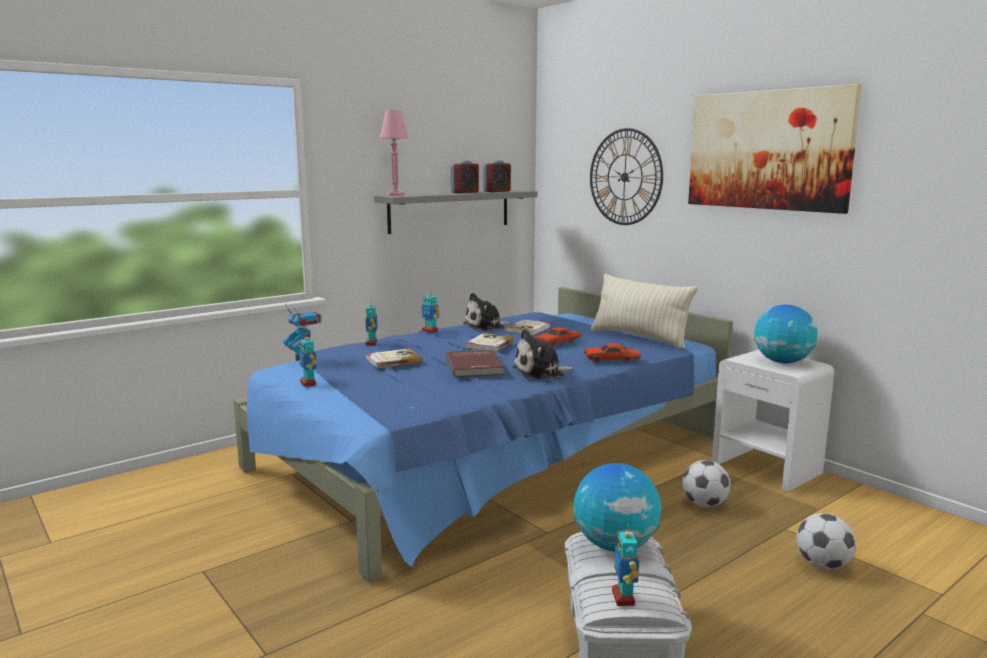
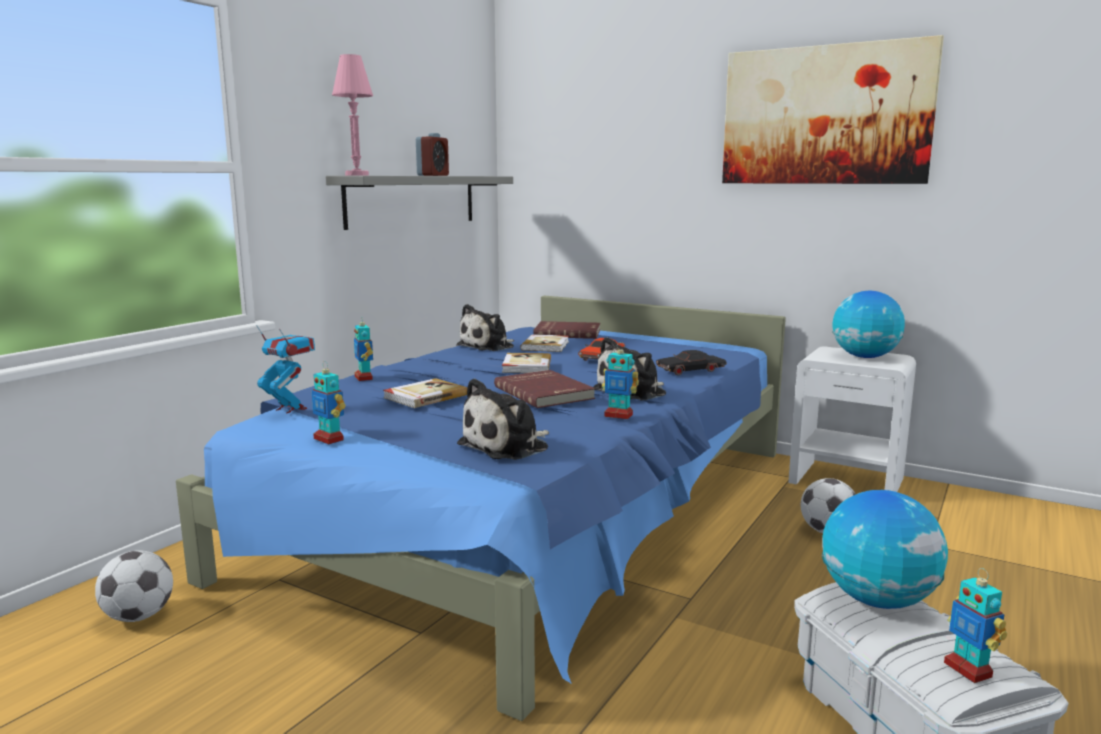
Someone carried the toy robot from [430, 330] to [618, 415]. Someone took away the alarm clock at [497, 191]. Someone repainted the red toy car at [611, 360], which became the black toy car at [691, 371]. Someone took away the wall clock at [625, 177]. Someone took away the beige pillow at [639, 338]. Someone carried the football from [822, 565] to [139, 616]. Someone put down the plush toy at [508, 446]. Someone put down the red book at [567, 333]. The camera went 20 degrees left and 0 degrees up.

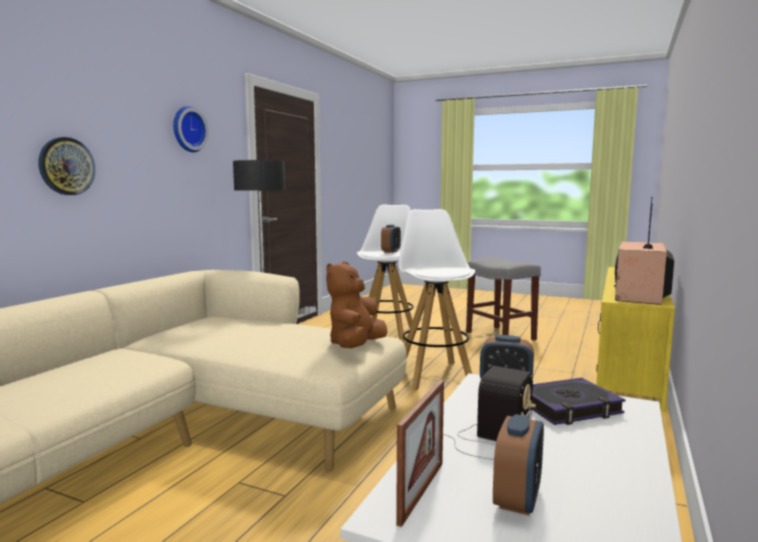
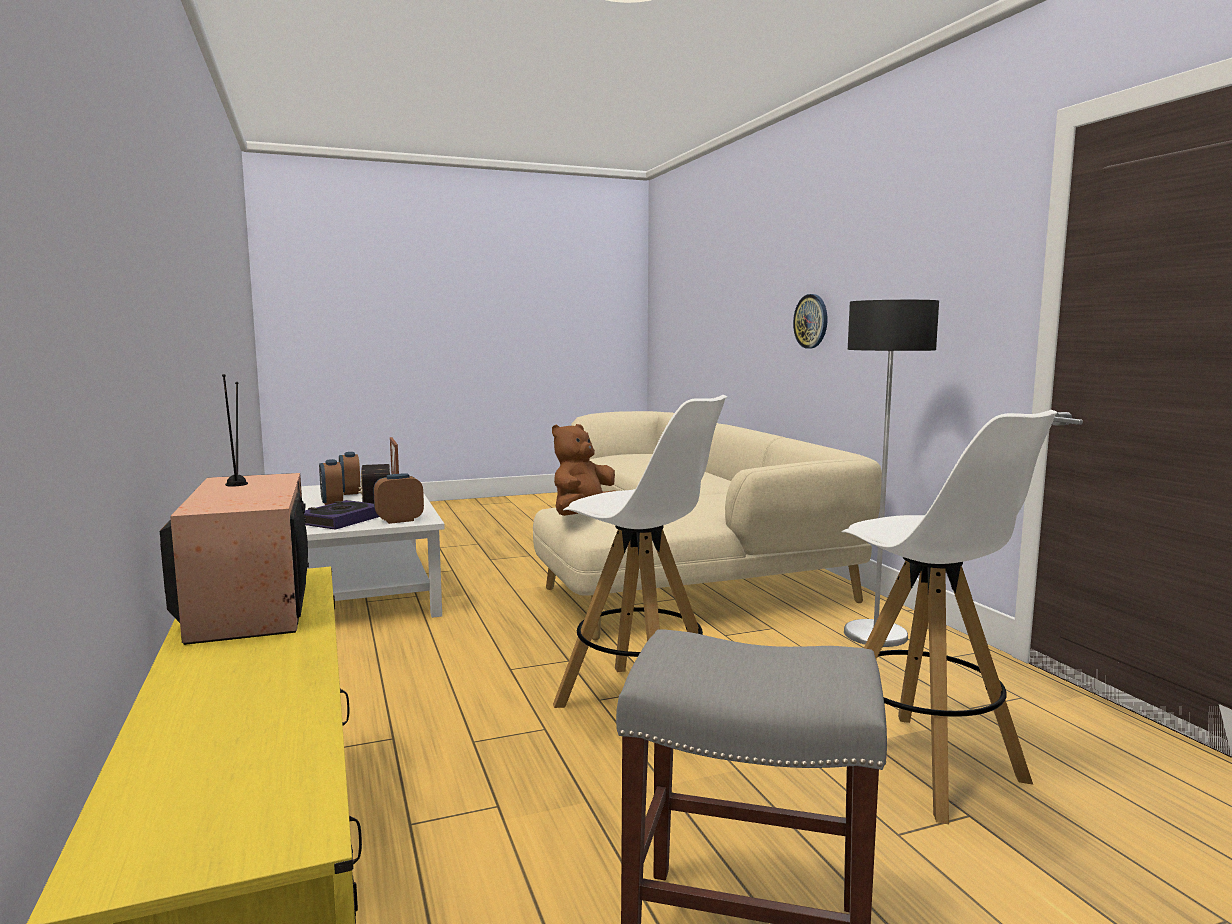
Someone took away the wall clock at [187, 129]. Someone rotated the brown plush toy at [355, 346] by 120 degrees counterclockwise. Someone carried the alarm clock from [391, 251] to [332, 502]. The camera went 135 degrees right and 0 degrees up.

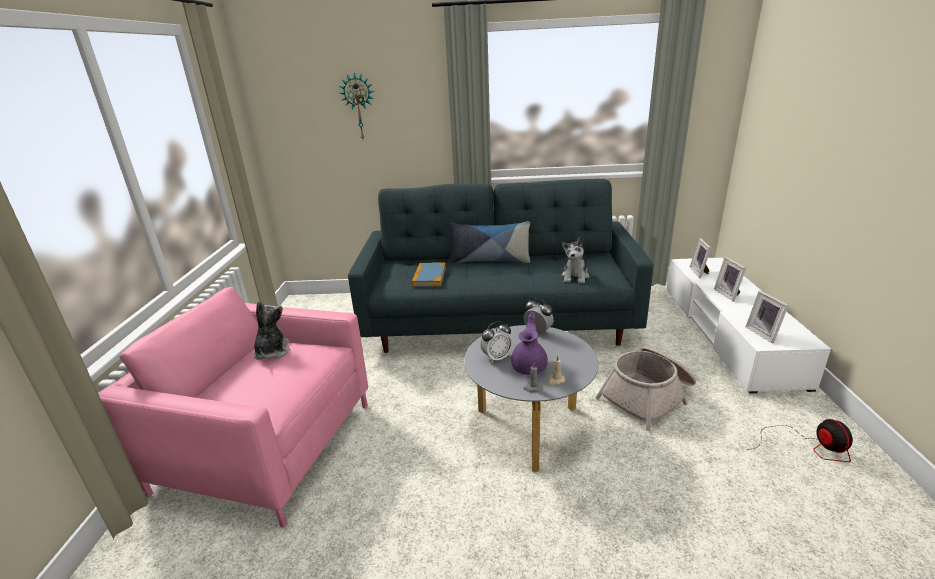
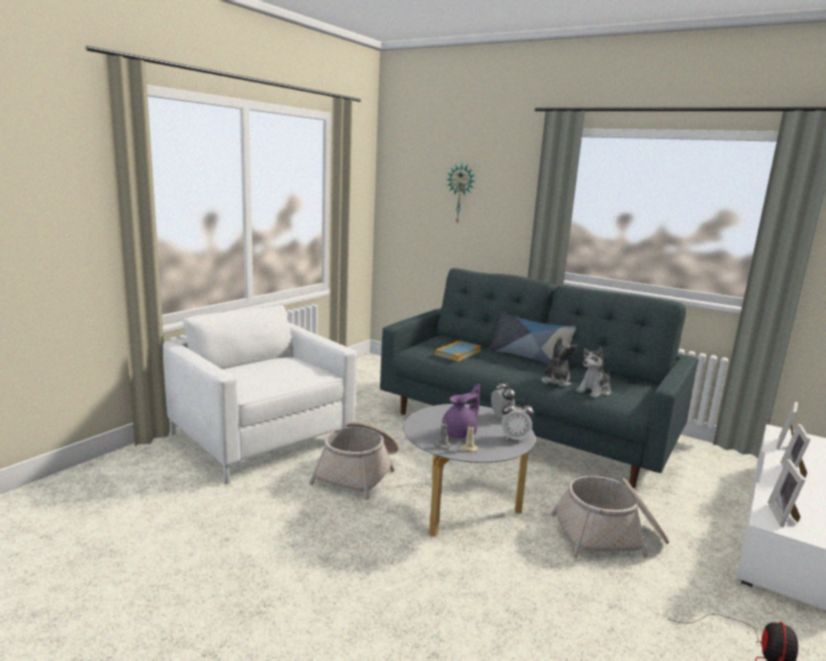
Someone repainted the pink armchair at [268, 446], which became the white armchair at [261, 438]. Someone carried the plush toy from [272, 352] to [555, 382]. Someone carried the alarm clock from [496, 358] to [514, 438]. Someone put down the basket at [359, 472]. The camera went 30 degrees right and 10 degrees down.

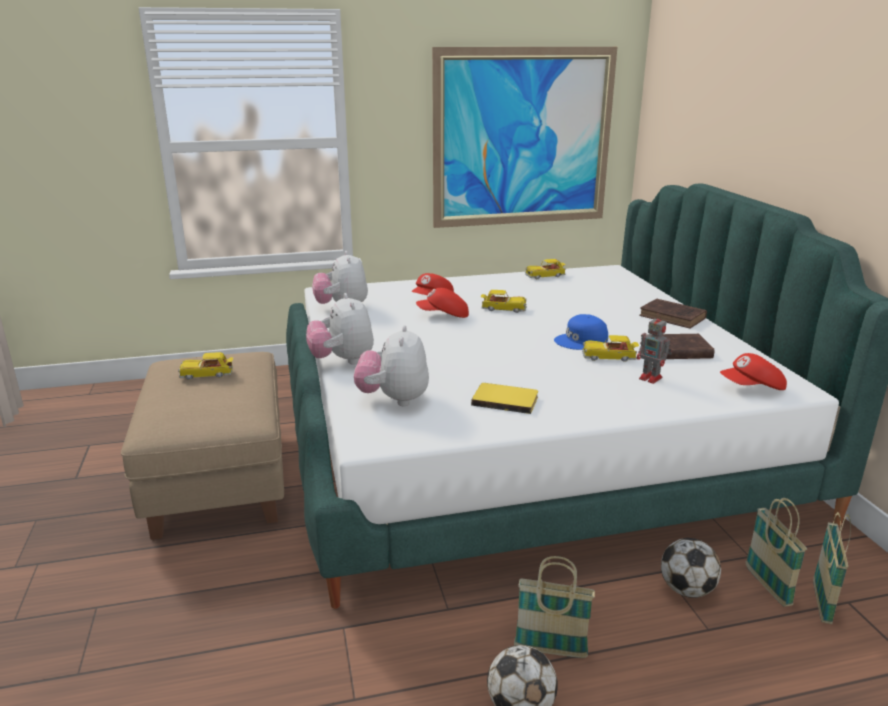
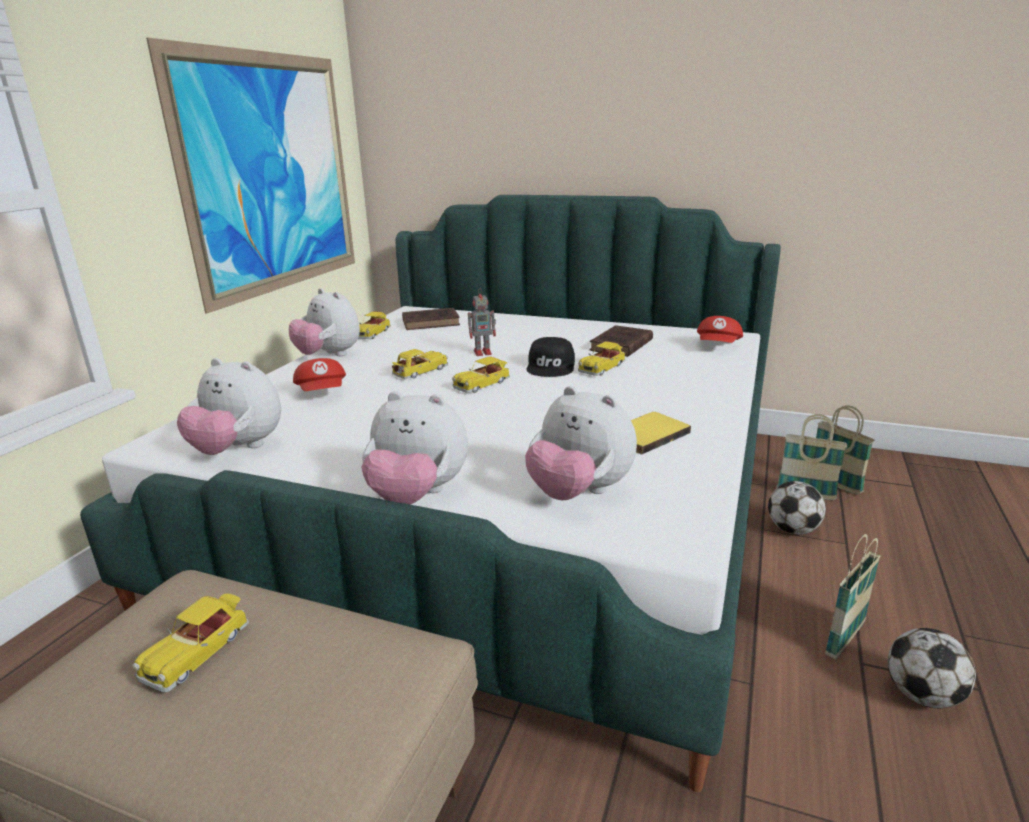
Someone took away the red cap at [443, 316]. Someone repainted the blue cap at [581, 340], which became the black cap at [551, 366]. Someone carried the toy robot from [651, 378] to [483, 352]. Someone carried the brown book from [674, 317] to [432, 322]. Someone put down the plush toy at [329, 355]. Someone put down the toy car at [482, 384]. The camera went 55 degrees left and 0 degrees up.

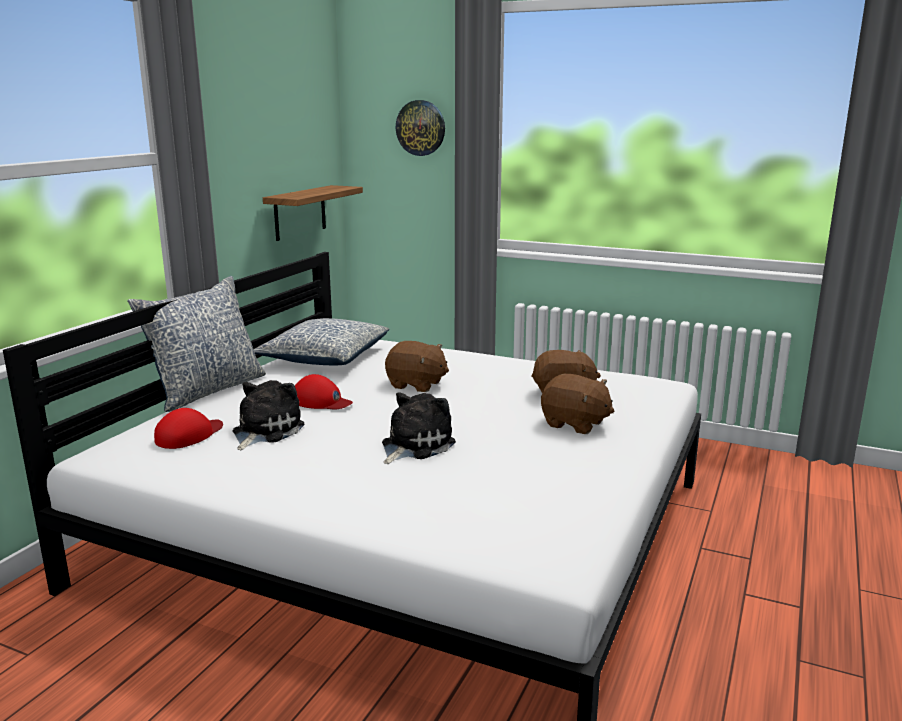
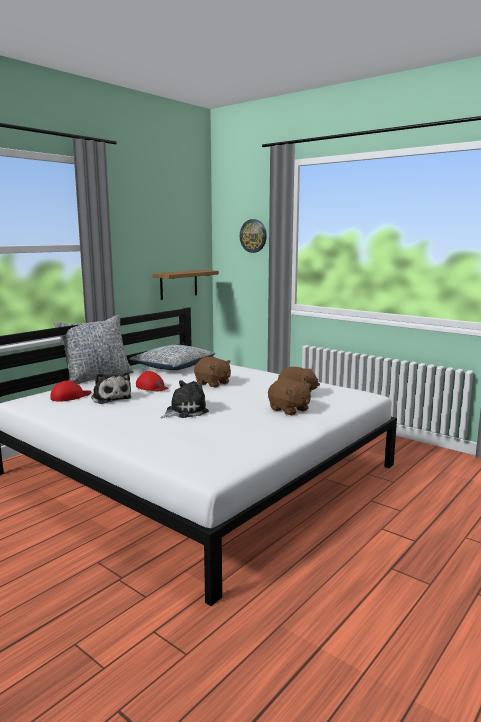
Someone rotated the plush toy at [265, 431] by 105 degrees clockwise. The camera went 15 degrees right and 5 degrees down.

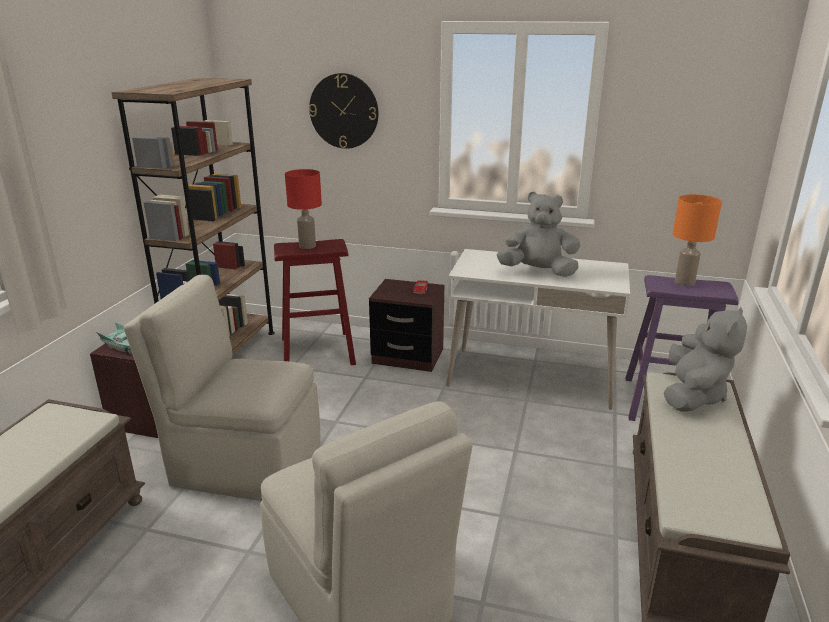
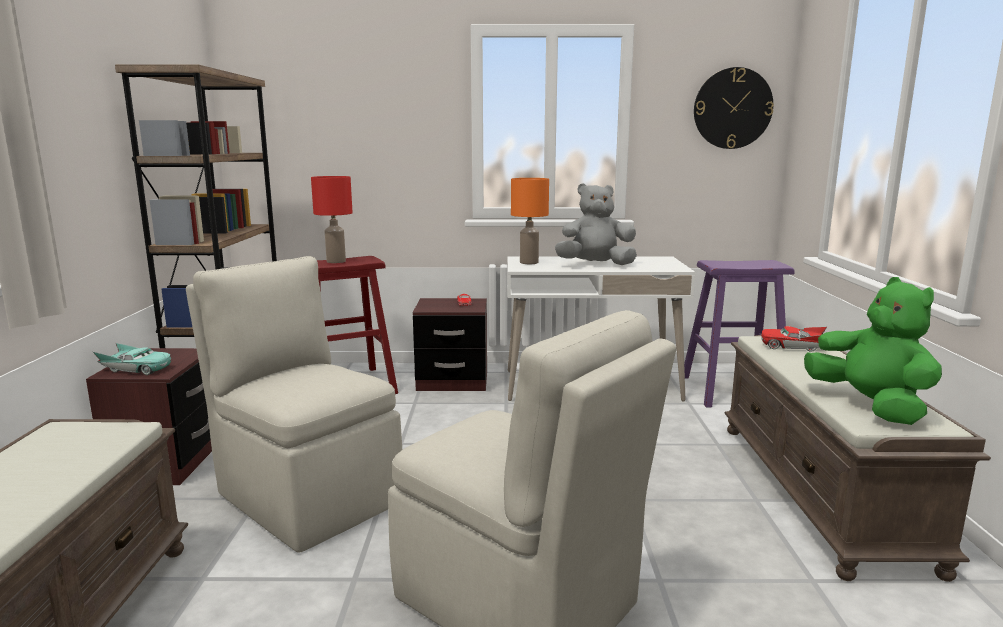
Someone rotated the beige chair at [244, 464] by 45 degrees clockwise. Someone carried the wall clock from [344, 111] to [732, 108]. Someone swapped the grey plush toy at [693, 395] for the red toy car at [794, 347]. Someone carried the orange table lamp from [684, 282] to [528, 262]. Someone put down the green plush toy at [870, 406]. The camera went 15 degrees left and 10 degrees down.

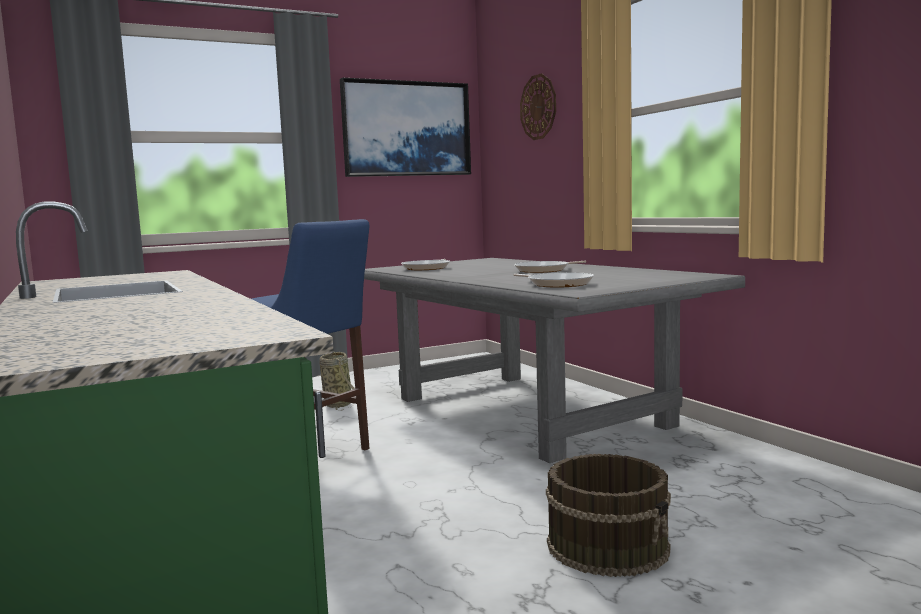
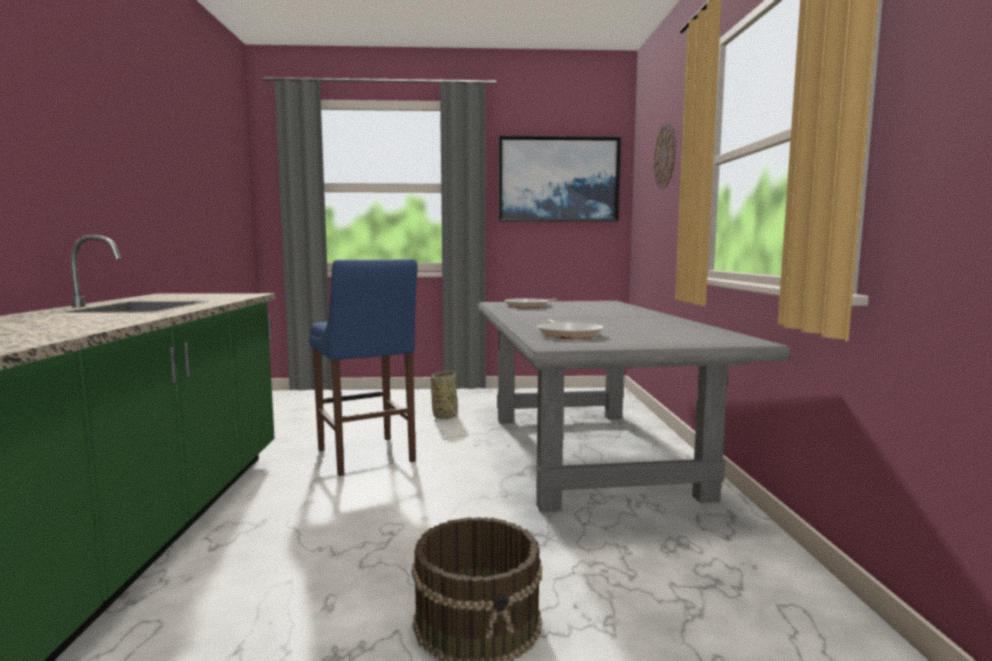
Someone took away the frying pan at [544, 270]. The camera went 25 degrees right and 0 degrees up.

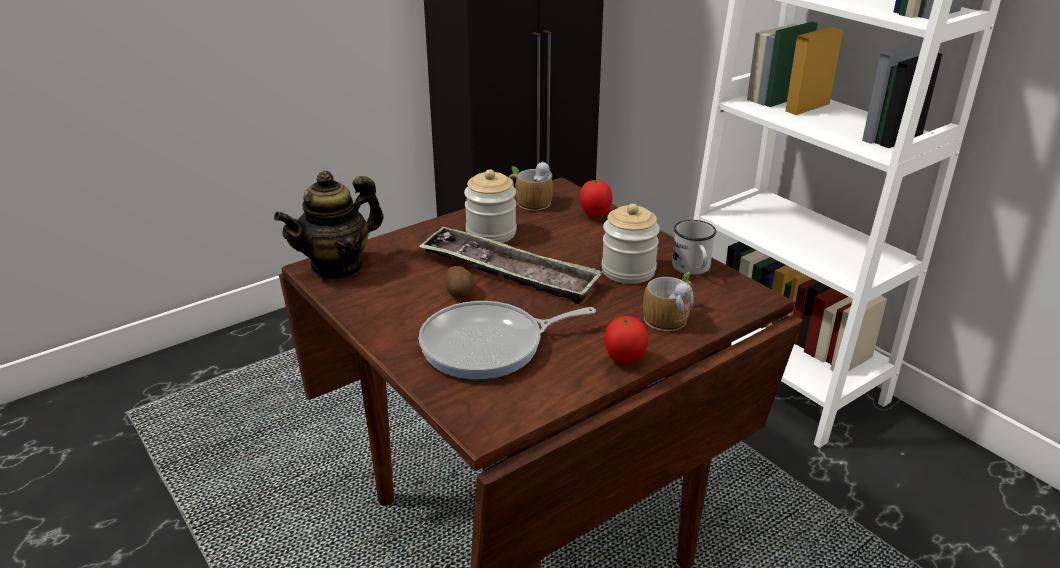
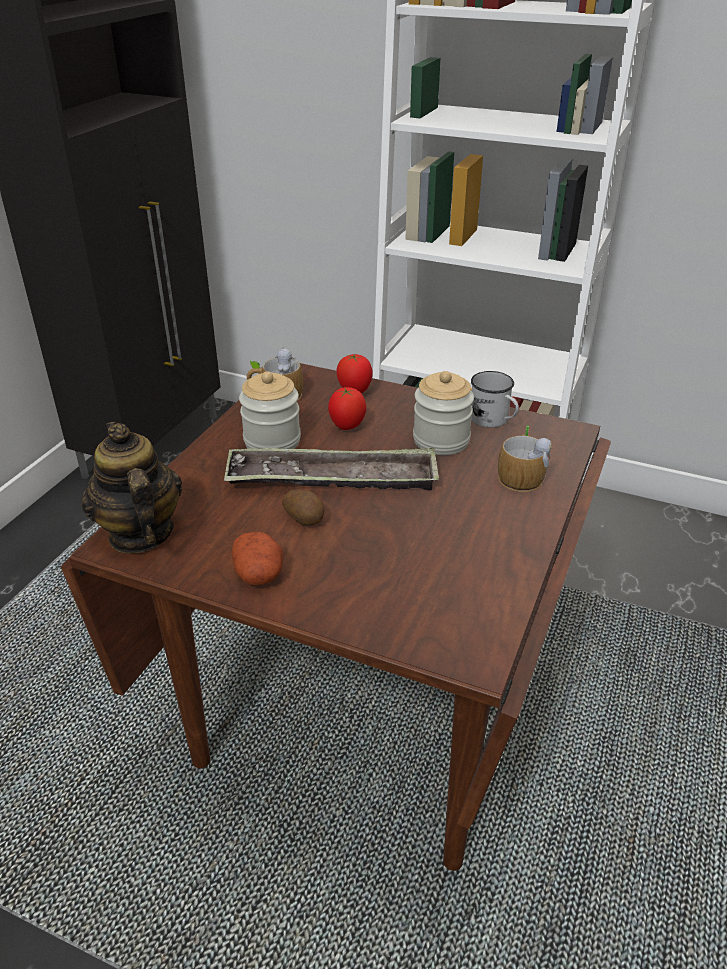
Someone rotated the teapot at [337, 266] by 135 degrees clockwise. Someone took away the frying pan at [489, 346]. Someone carried the tomato from [624, 360] to [347, 427]. Someone put down the potato at [259, 574]. The camera went 30 degrees left and 5 degrees up.

